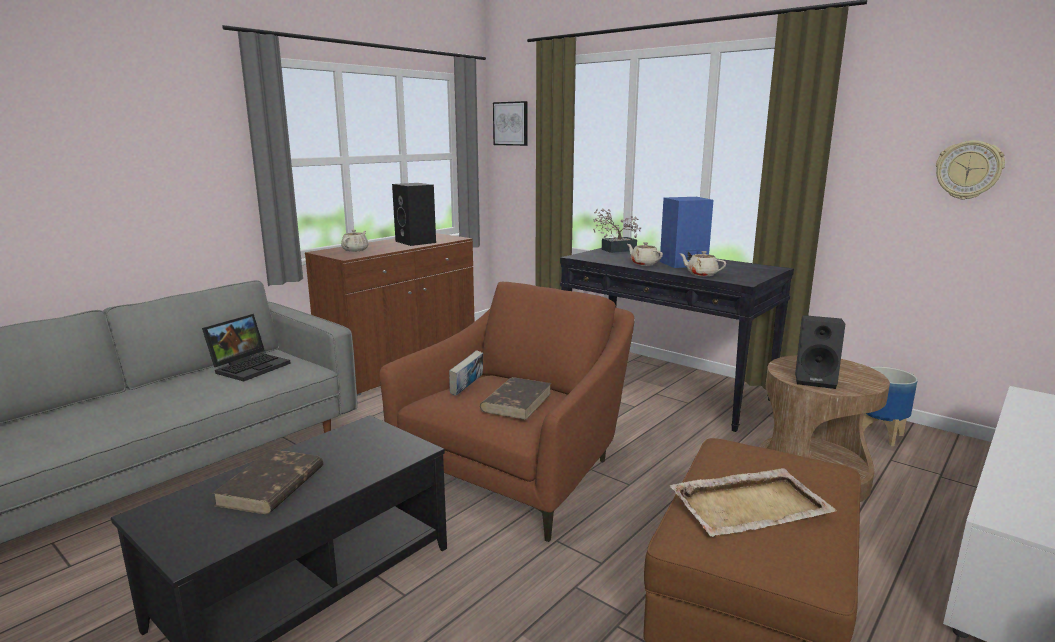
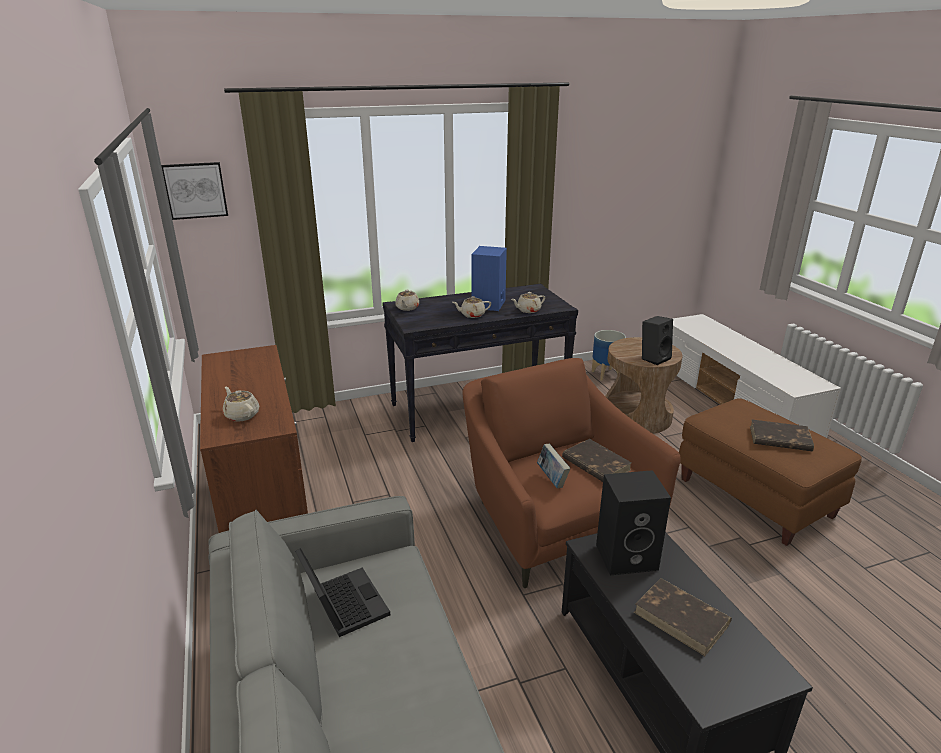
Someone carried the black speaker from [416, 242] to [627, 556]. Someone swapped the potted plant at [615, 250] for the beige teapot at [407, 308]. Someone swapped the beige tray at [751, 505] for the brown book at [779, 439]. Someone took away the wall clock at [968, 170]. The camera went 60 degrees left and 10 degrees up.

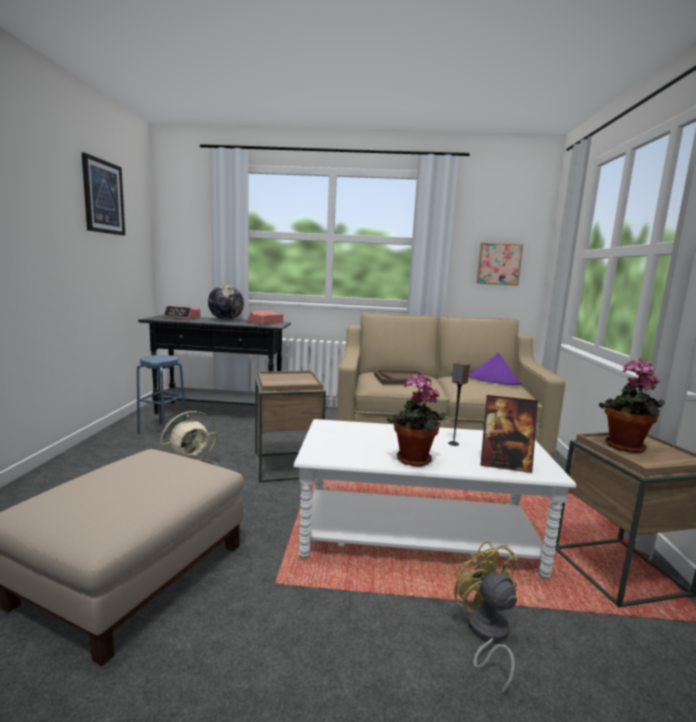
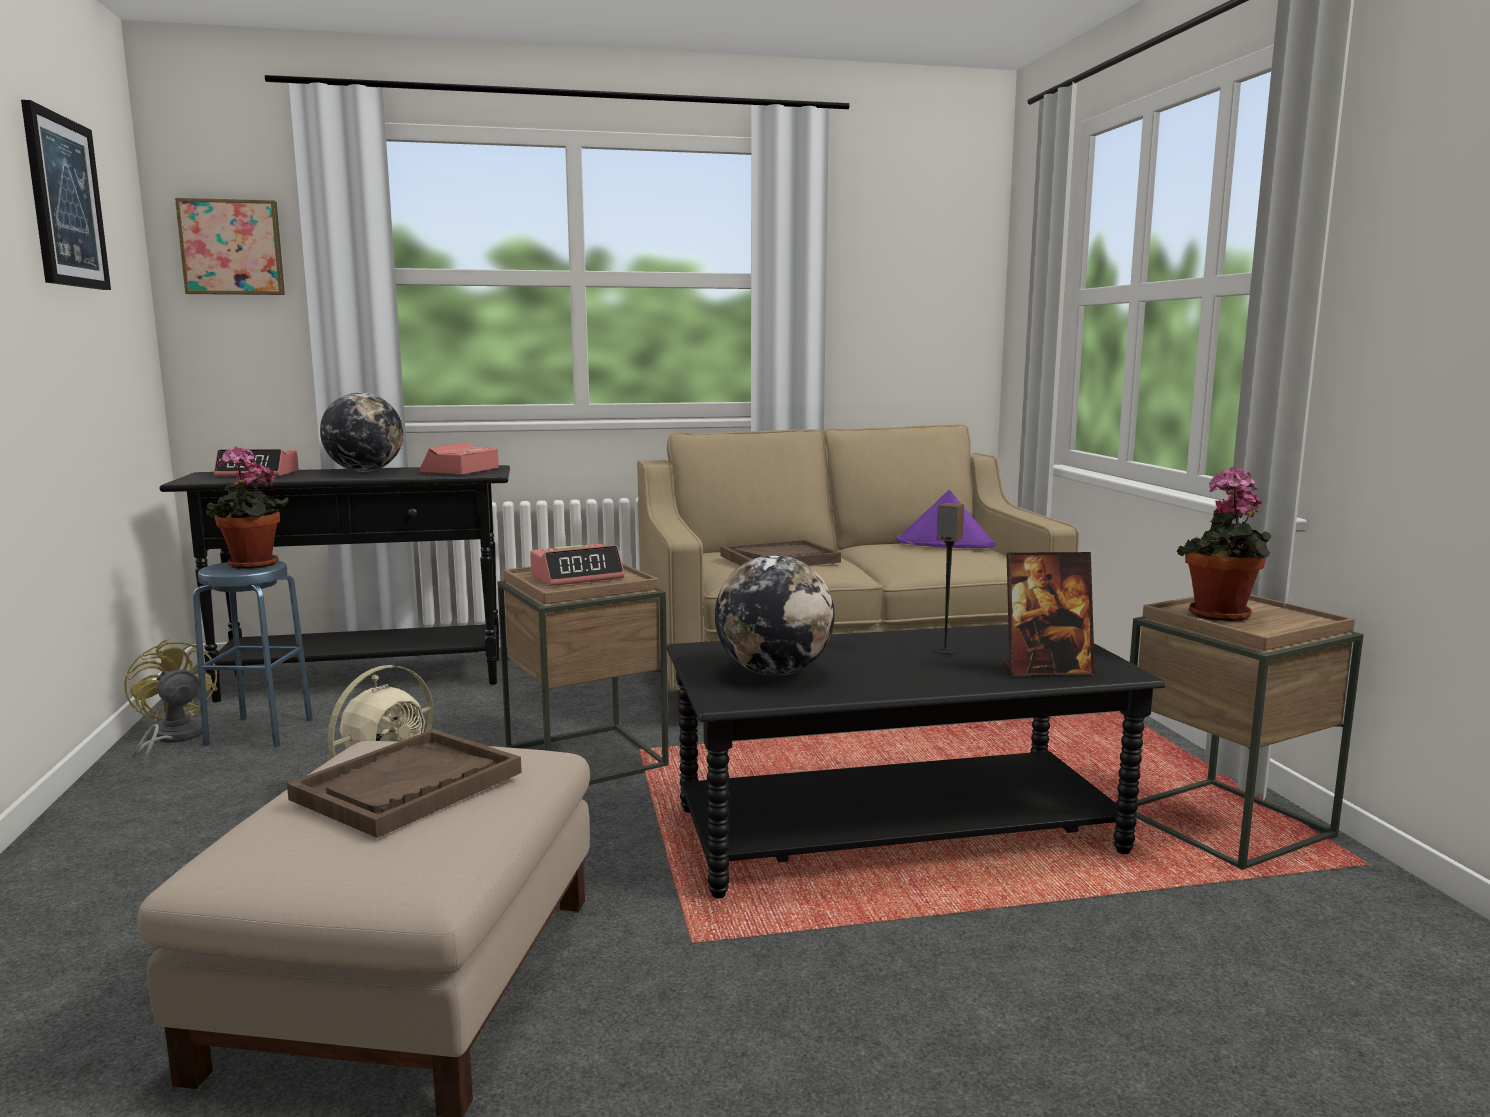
Someone repainted the white coffee table at [418, 537], which became the black coffee table at [897, 832]. Someone carried the potted plant from [413, 461] to [251, 566]. Someone carried the yellow fan from [485, 634] to [172, 739]. Someone carried the picture from [498, 264] to [232, 248]. Someone put down the brown tray at [408, 786]. Someone put down the alarm clock at [577, 577]. Someone put down the globe at [774, 672]. The camera went 15 degrees left and 0 degrees up.

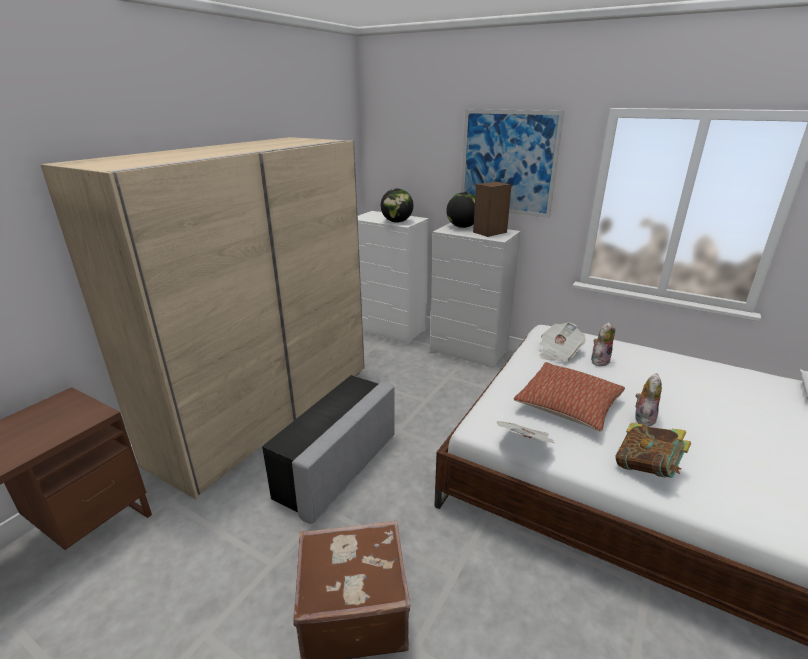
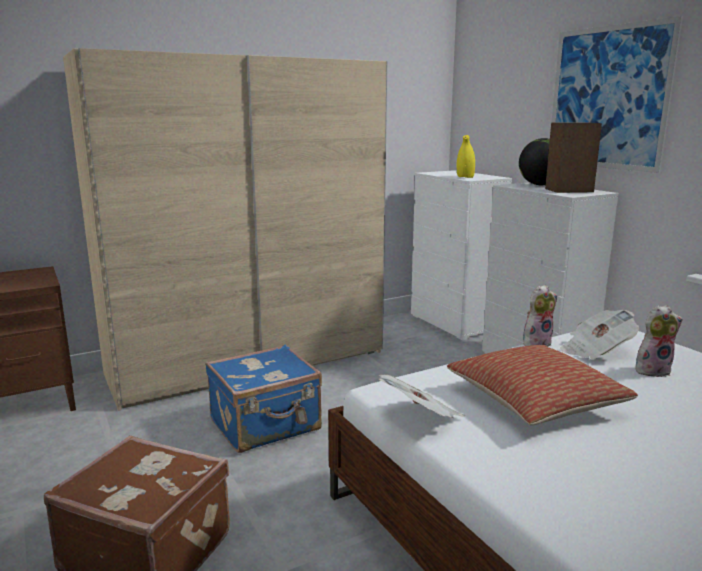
Someone swapped the grey ottoman at [337, 466] for the blue suitcase at [266, 426]. Someone swapped the globe at [397, 222] for the yellow vase at [465, 177]. Someone took away the book at [647, 468]. Someone carried the plush toy from [643, 418] to [536, 343]. The camera went 30 degrees right and 10 degrees down.

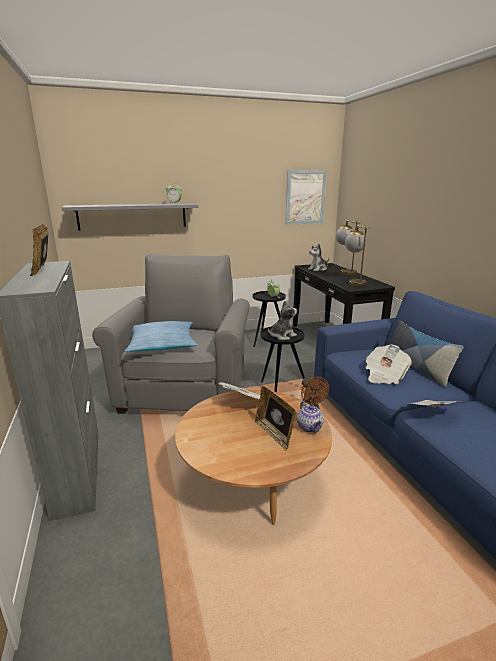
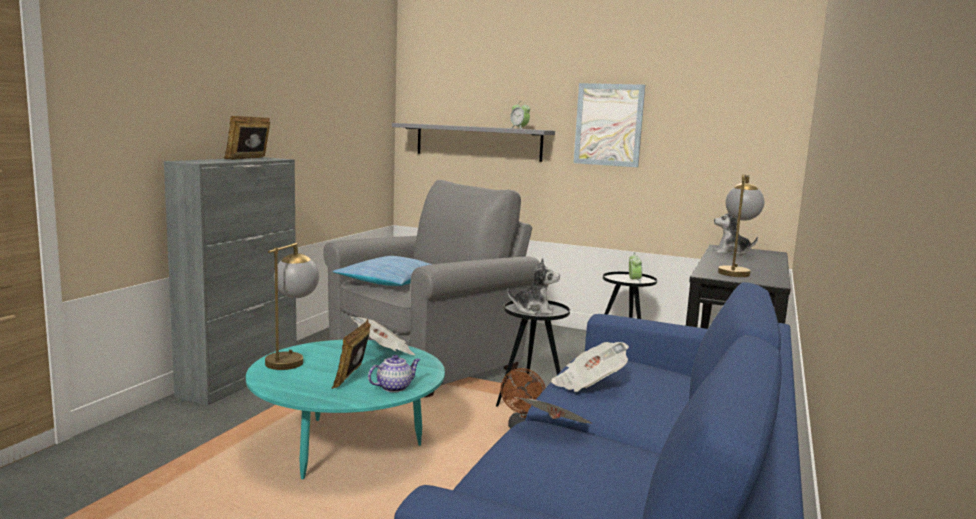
Someone repainted the brown coffee table at [253, 482], which became the turquoise coffee table at [347, 447]. Someone carried the picture from [305, 197] to [608, 125]. Someone rotated the teapot at [310, 428] by 150 degrees counterclockwise. Someone carried the table lamp from [344, 272] to [291, 359]. Someone took away the pillow at [417, 367]. The camera went 40 degrees right and 10 degrees down.

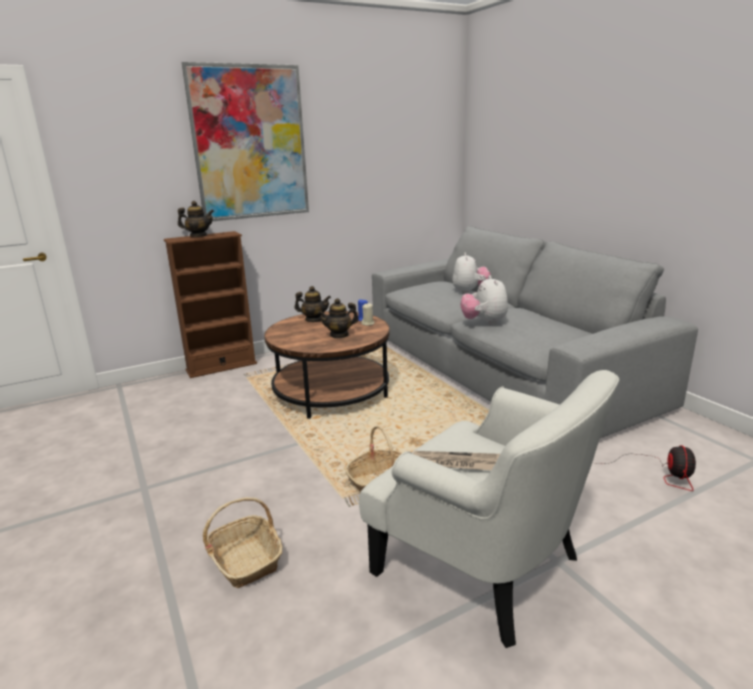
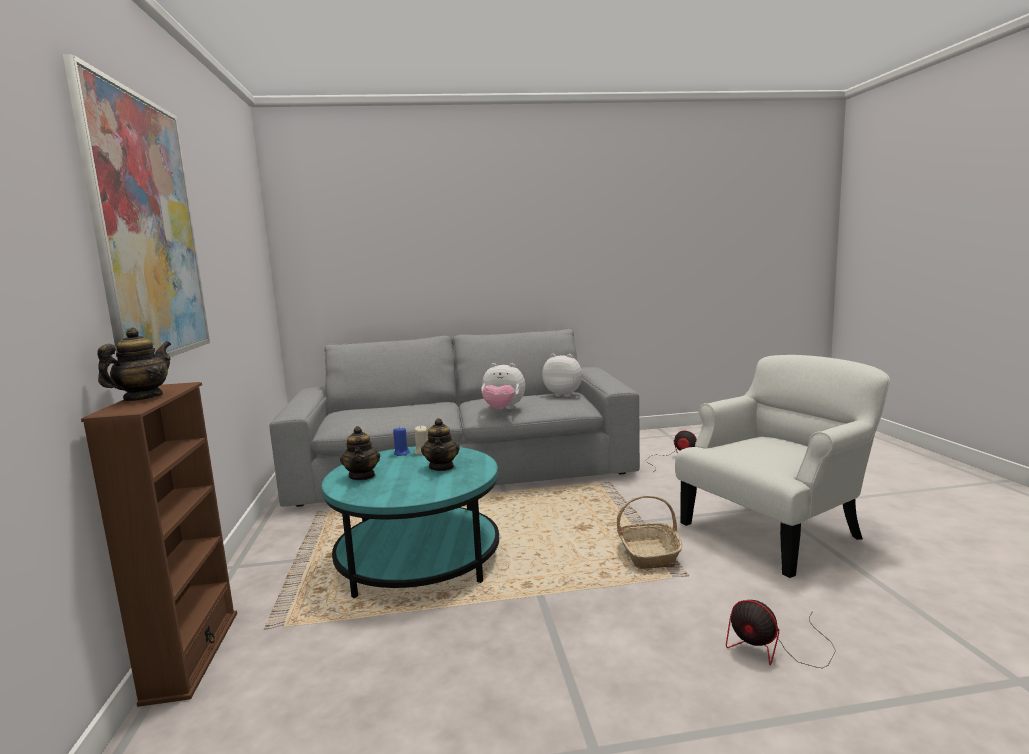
Someone swapped the basket at [245, 559] for the fan at [775, 648]. Someone repainted the brown coffee table at [331, 391], which became the turquoise coffee table at [419, 559]. Someone rotated the teapot at [314, 320] by 135 degrees clockwise. Someone took away the newspaper at [455, 464]. Someone carried the plush toy from [470, 292] to [564, 394]. The camera went 70 degrees left and 10 degrees down.

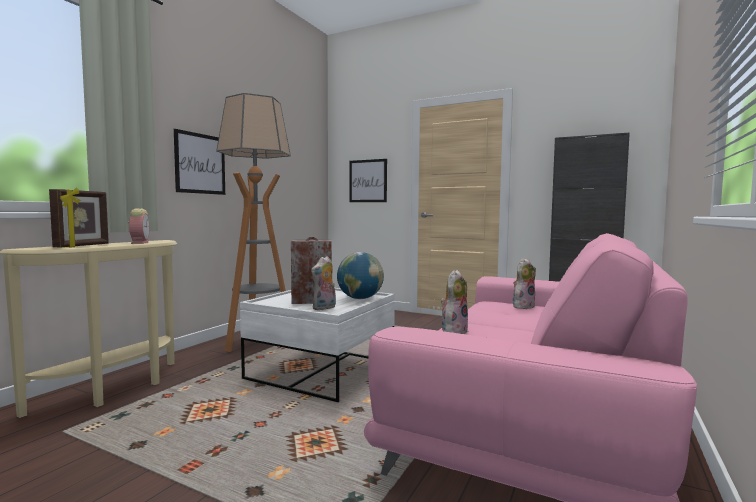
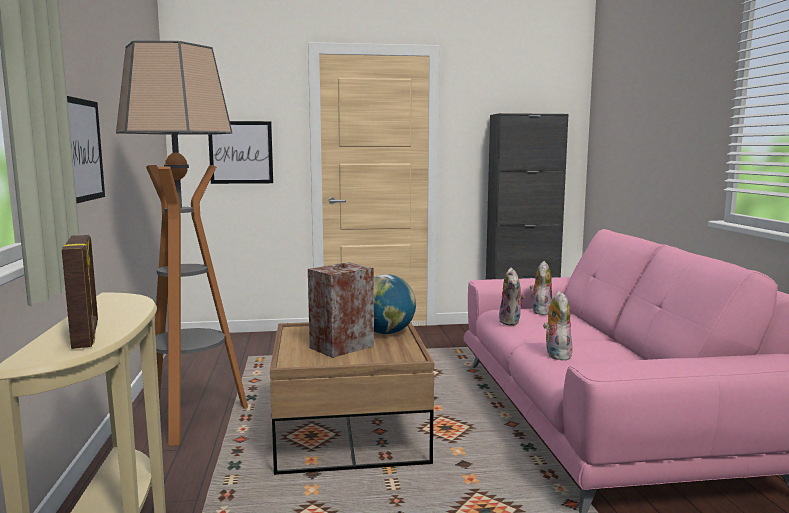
Someone took away the alarm clock at [139, 243]. Someone repainted the white coffee table at [322, 371], which became the brown coffee table at [350, 434]. Someone carried the plush toy from [324, 308] to [511, 322]. The camera went 35 degrees left and 5 degrees up.

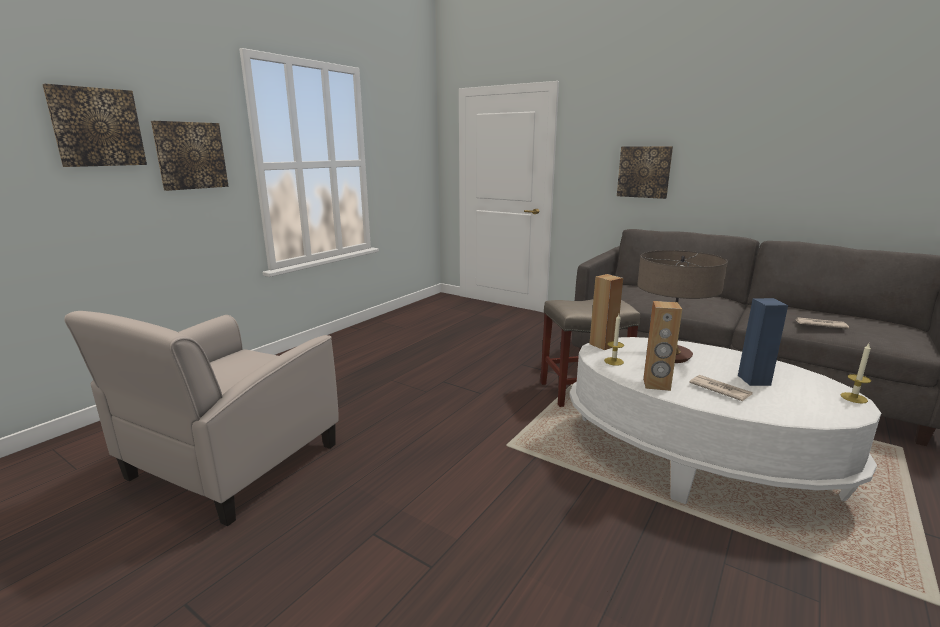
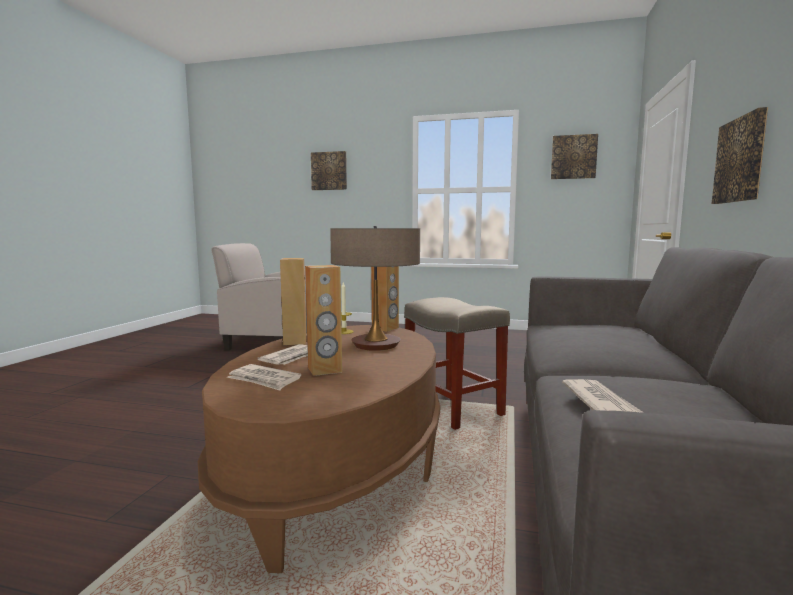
Someone carried the picture from [190, 155] to [573, 157]. Someone repainted the white coffee table at [695, 459], which became the brown coffee table at [337, 467]. Someone repainted the blue speaker at [754, 380], which became the brown speaker at [325, 370]. Someone took away the candle at [853, 398]. Someone put down the newspaper at [264, 380]. The camera went 70 degrees right and 10 degrees down.

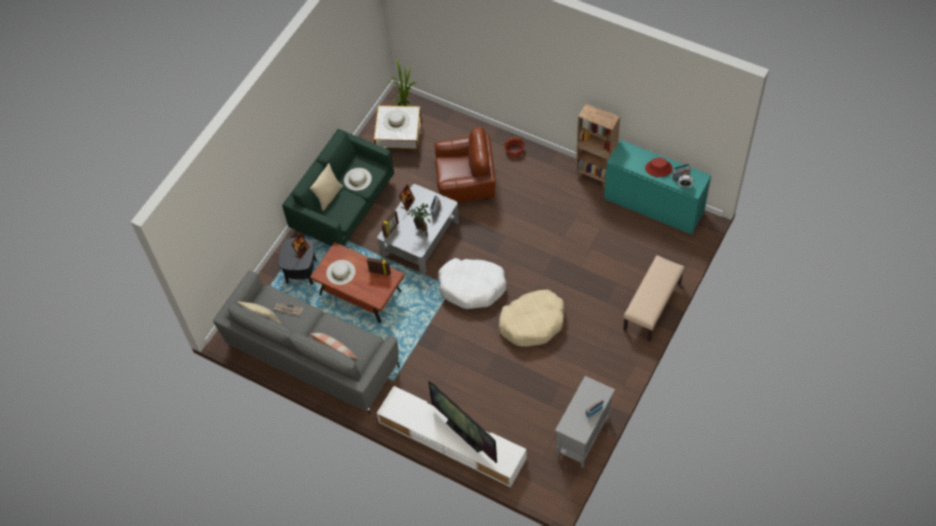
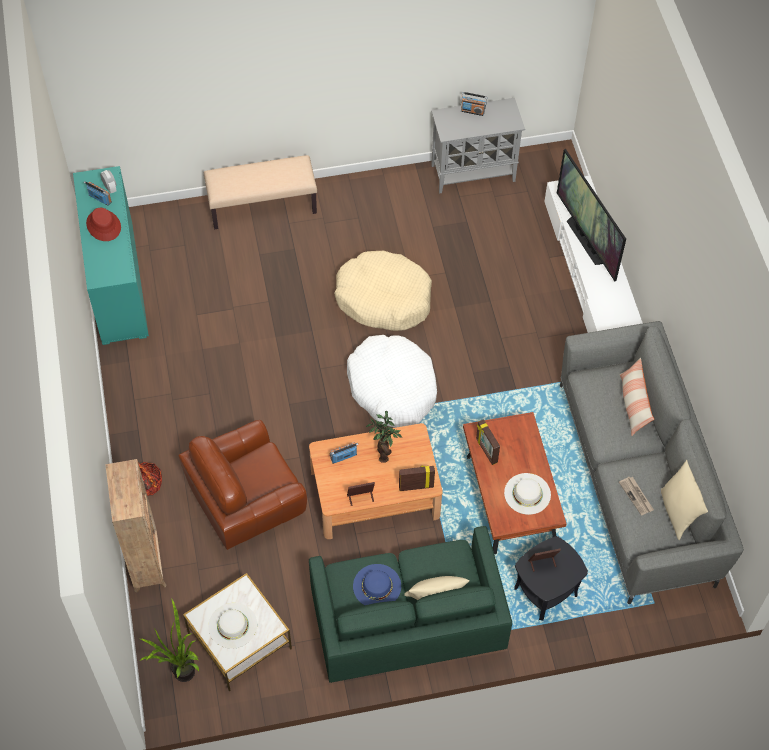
Someone repainted the white hat at [357, 179], which became the blue hat at [377, 586]. Someone repainted the grey coffee table at [420, 238], which became the brown coffee table at [375, 493]. Someone rotated the television at [465, 434] by 150 degrees clockwise. Someone rotated the brown armchair at [466, 183] by 75 degrees counterclockwise. Someone carried the brown bookcase from [595, 176] to [147, 565]. The camera went 135 degrees left and 0 degrees up.

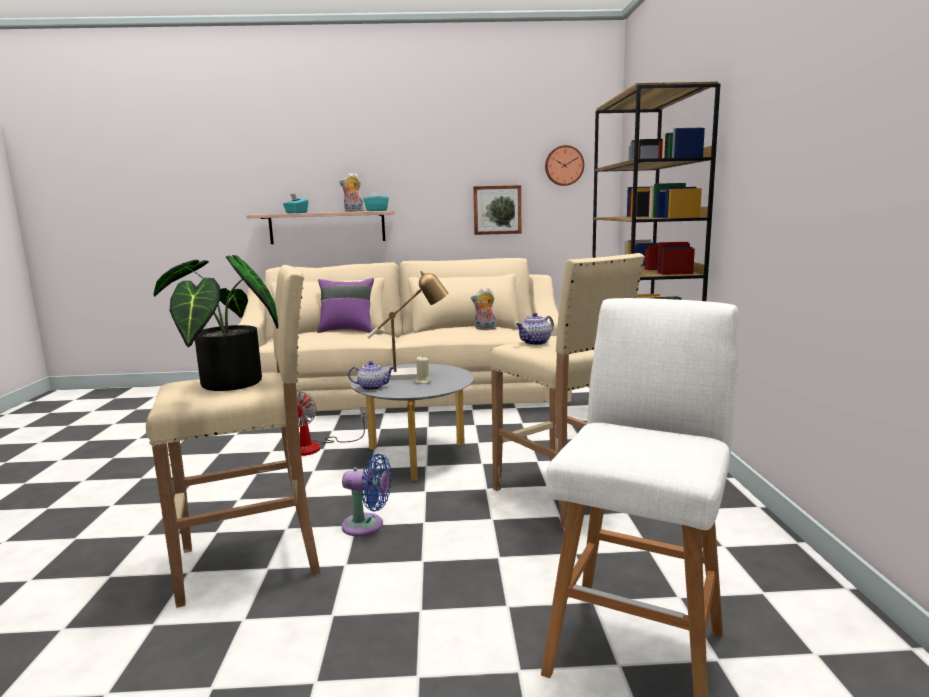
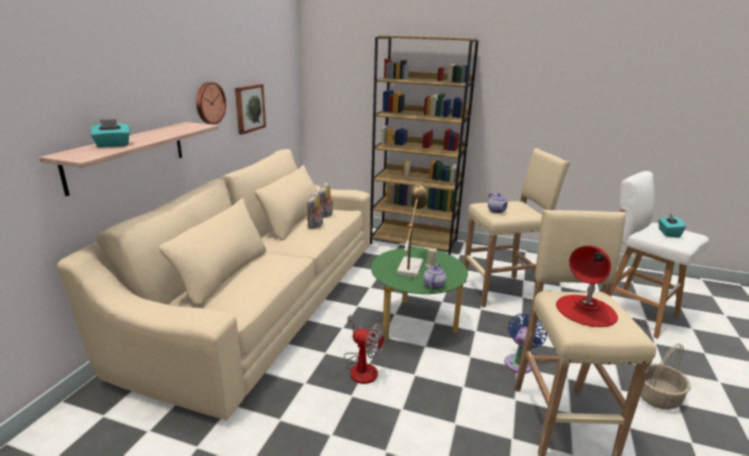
Someone swapped the potted plant at [225, 385] for the red table lamp at [586, 310]. Someone took away the purple pillow at [347, 330]. Someone carried the plush toy from [353, 211] to [315, 226]. Someone repainted the grey coffee table at [416, 456], which became the green coffee table at [415, 322]. Someone carried the turquoise tissue box from [376, 211] to [668, 233]. Someone carried the wall clock from [564, 165] to [209, 103]. Someone put down the basket at [657, 397]. The camera went 70 degrees left and 10 degrees up.

